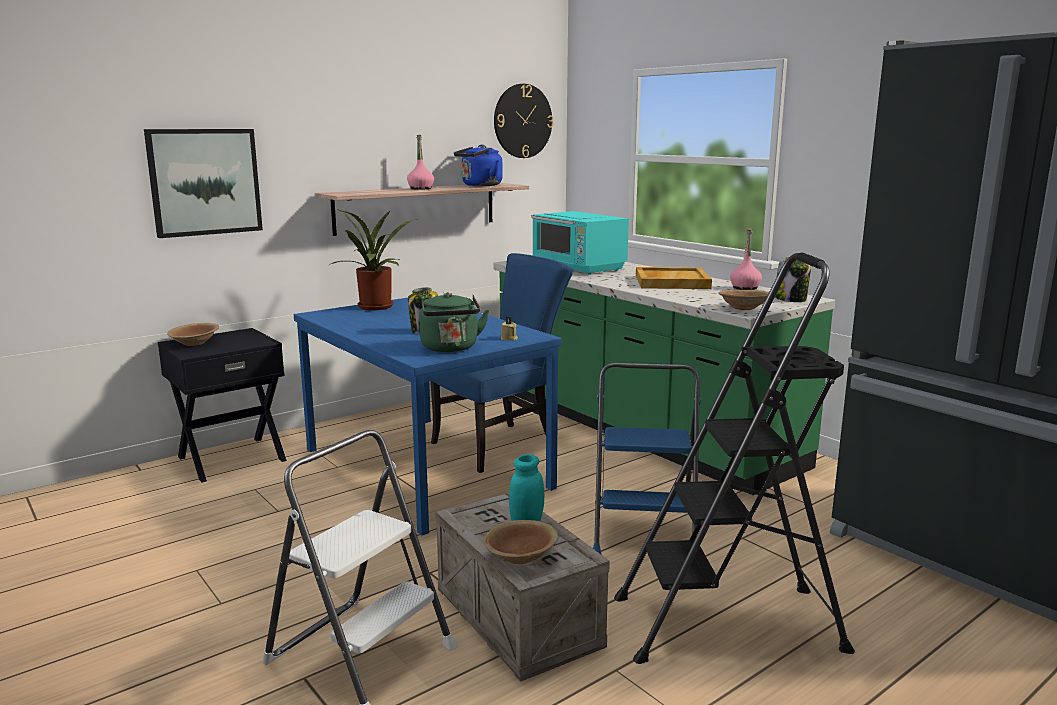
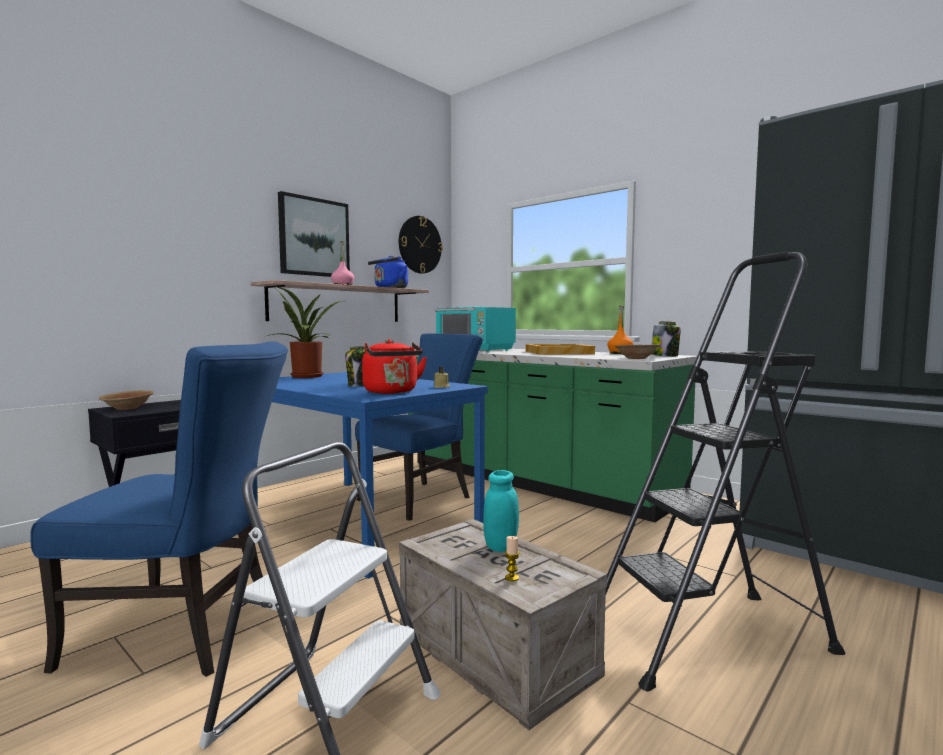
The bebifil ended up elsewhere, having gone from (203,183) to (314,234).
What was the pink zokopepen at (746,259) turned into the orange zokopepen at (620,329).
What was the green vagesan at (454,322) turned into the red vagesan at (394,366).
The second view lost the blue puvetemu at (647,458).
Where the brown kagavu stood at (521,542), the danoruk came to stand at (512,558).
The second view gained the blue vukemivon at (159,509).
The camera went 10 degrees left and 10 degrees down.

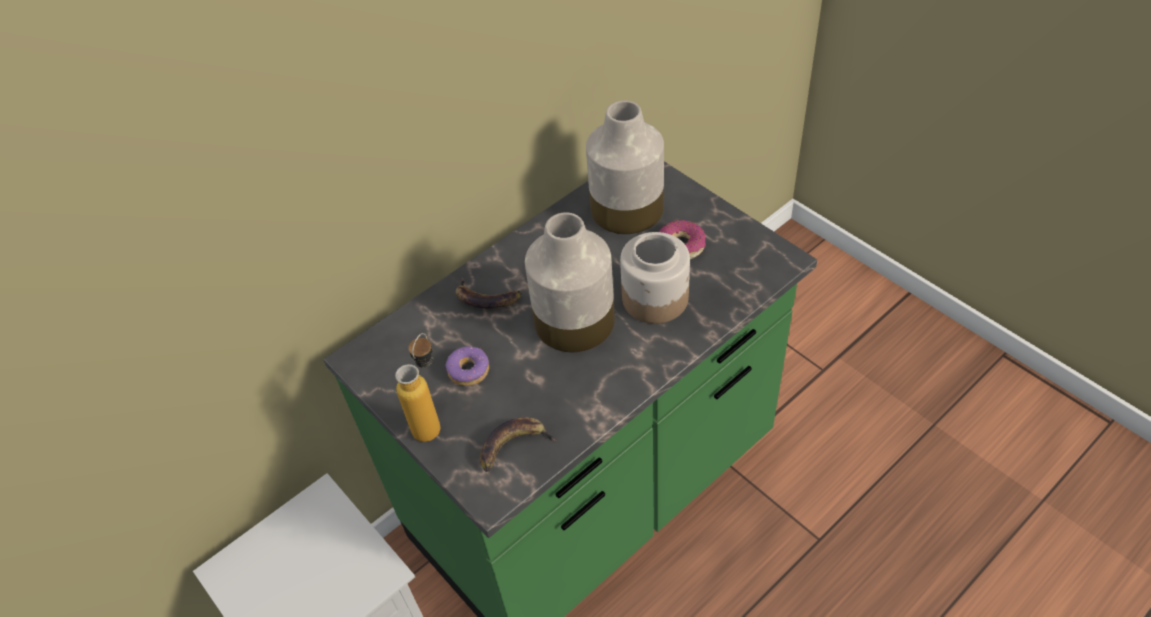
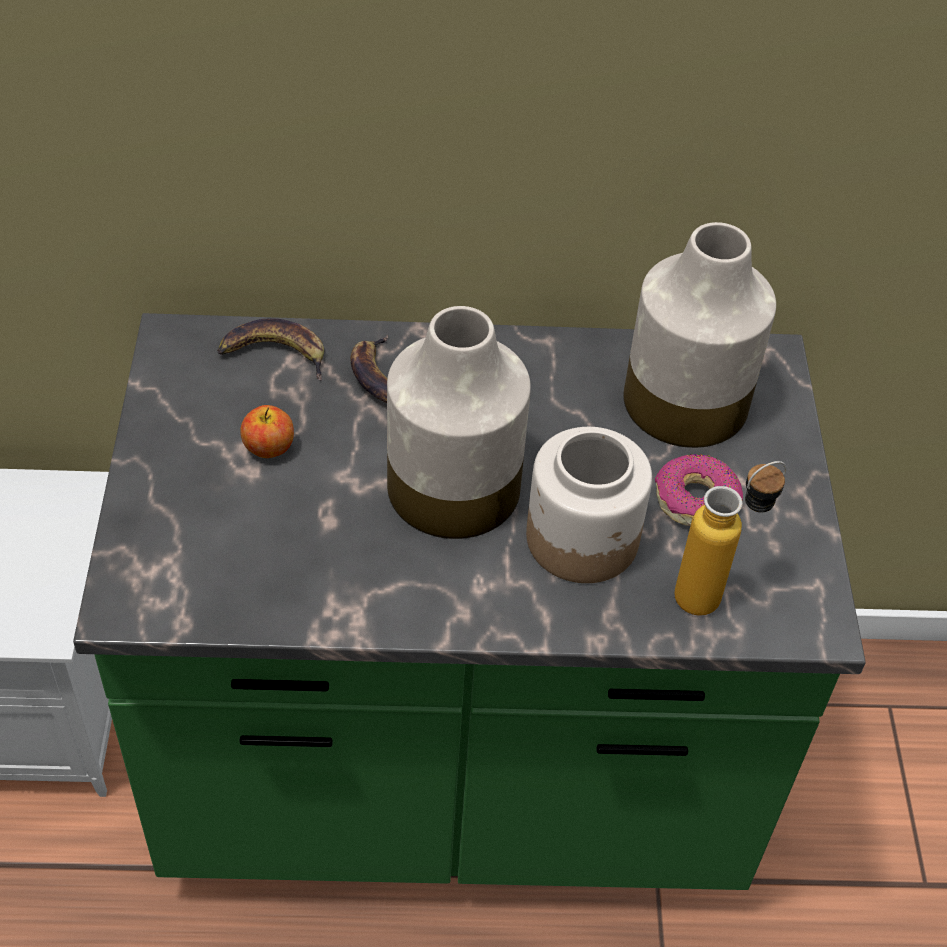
The zokopepen ended up elsewhere, having gone from (417,387) to (730,538).
Where the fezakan stood at (467,366), the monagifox came to stand at (267,431).
The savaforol ended up elsewhere, having gone from (519,444) to (270,349).
The camera went 35 degrees right and 0 degrees up.

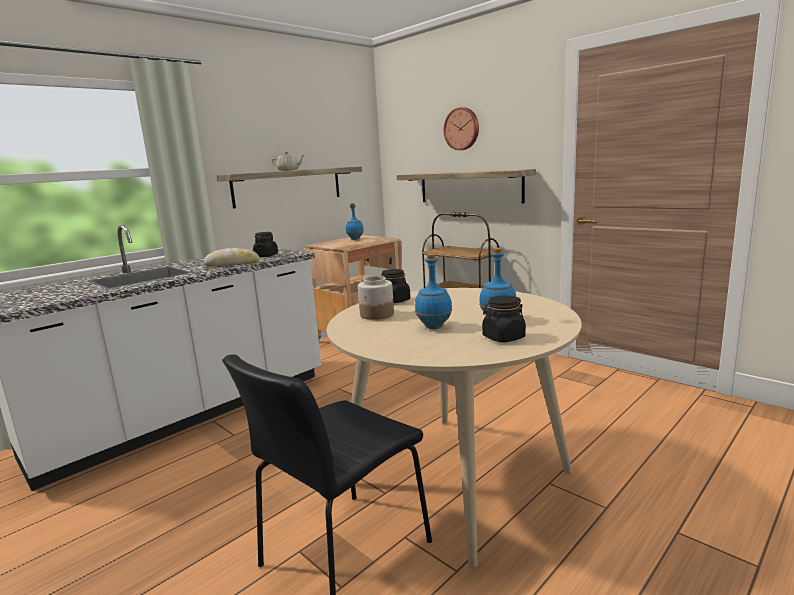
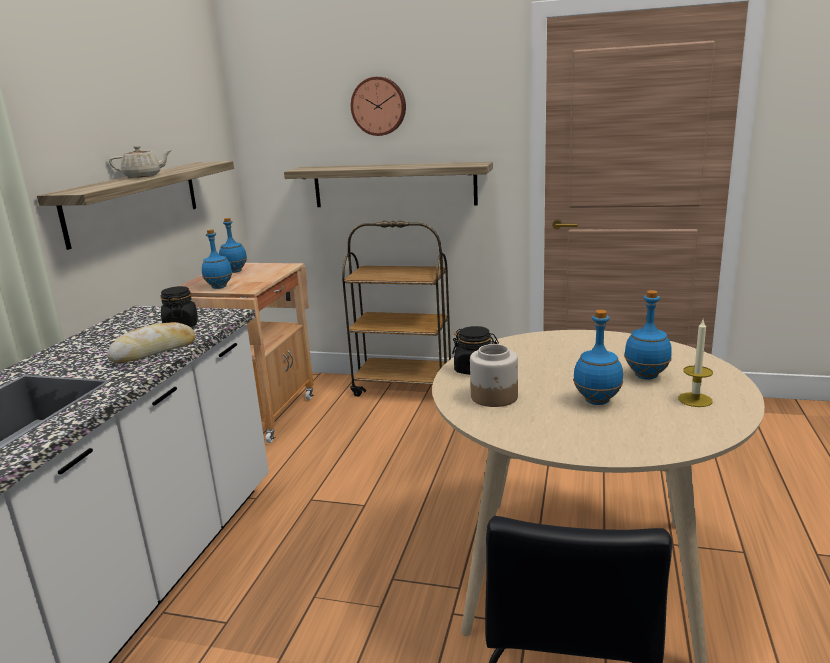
Where the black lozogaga stood at (504,318), the danoruk came to stand at (695,363).
The second view gained the blue zokopepen at (217,259).
The camera went 30 degrees left and 5 degrees up.

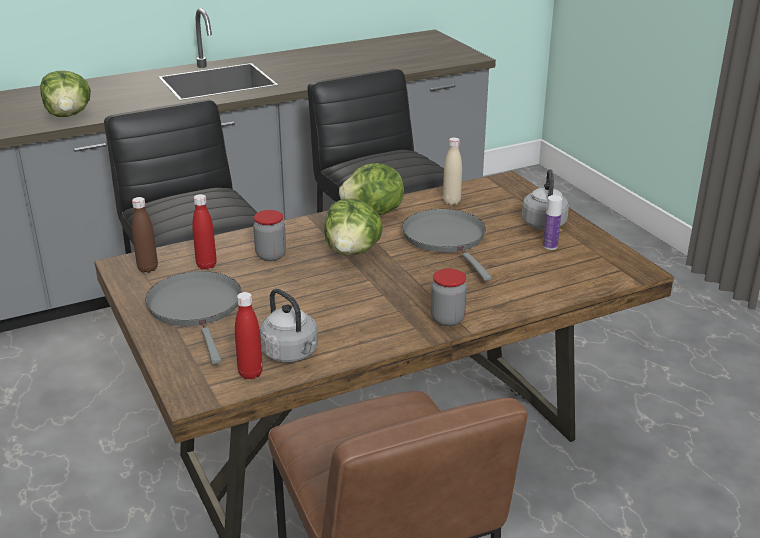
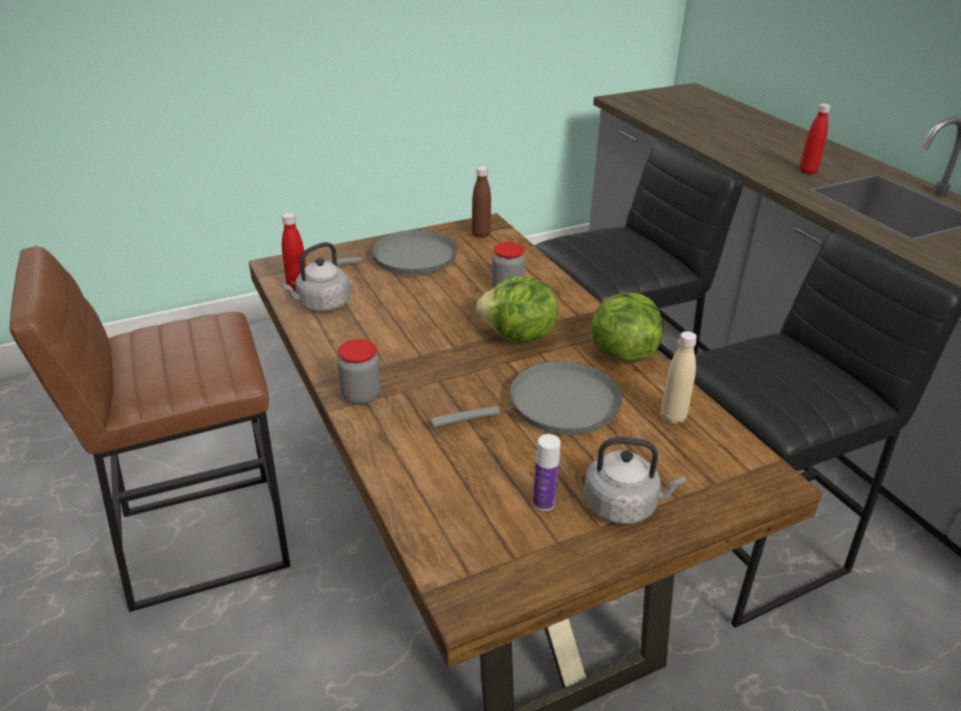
The second view lost the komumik at (65,94).
The red zokopepen ended up elsewhere, having gone from (204,232) to (815,139).
The camera went 90 degrees right and 5 degrees up.

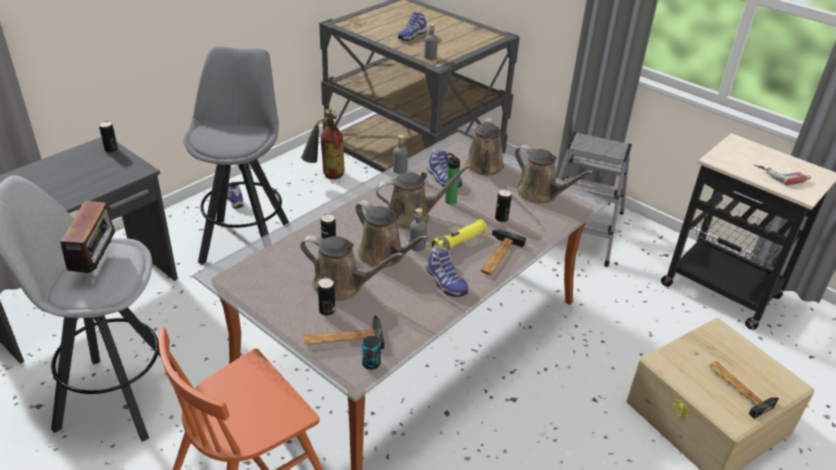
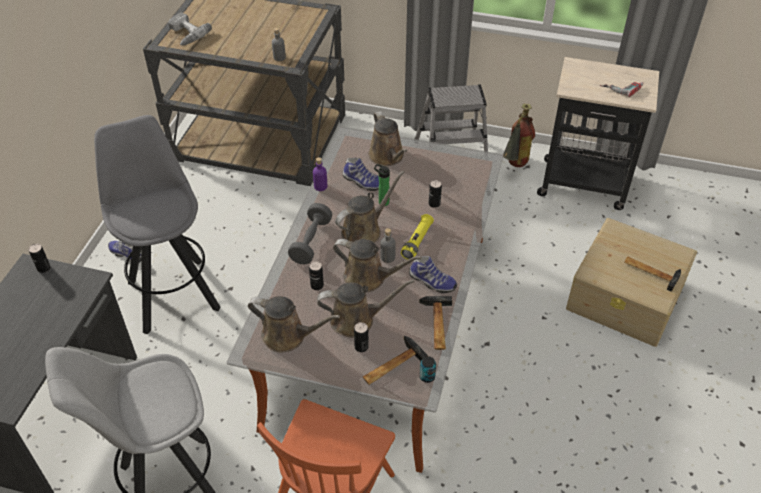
The second view lost the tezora at (412,26).
The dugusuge ended up elsewhere, having gone from (323,144) to (519,135).
What was the grey zokopepen at (400,154) turned into the purple zokopepen at (320,174).
The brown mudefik ended up elsewhere, having gone from (554,174) to (294,324).
The second view lost the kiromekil at (86,240).
The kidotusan ended up elsewhere, having gone from (503,252) to (435,323).
The second view gained the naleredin at (190,28).
The second view gained the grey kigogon at (310,233).
The camera went 25 degrees left and 10 degrees up.

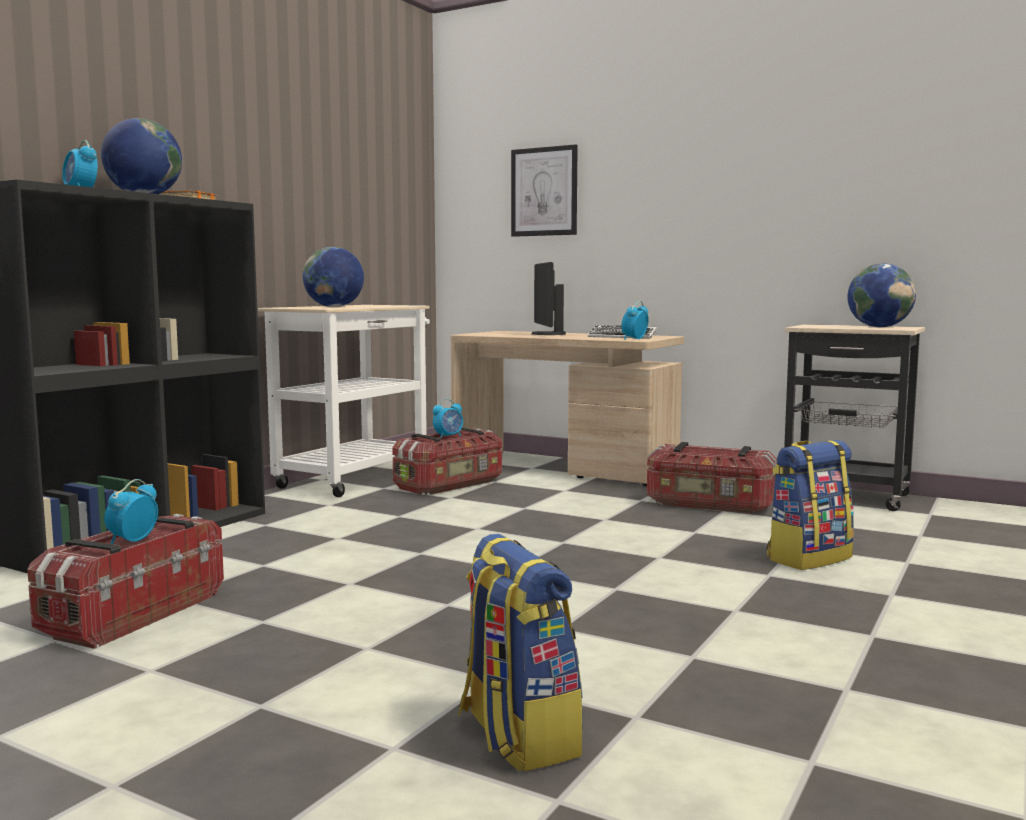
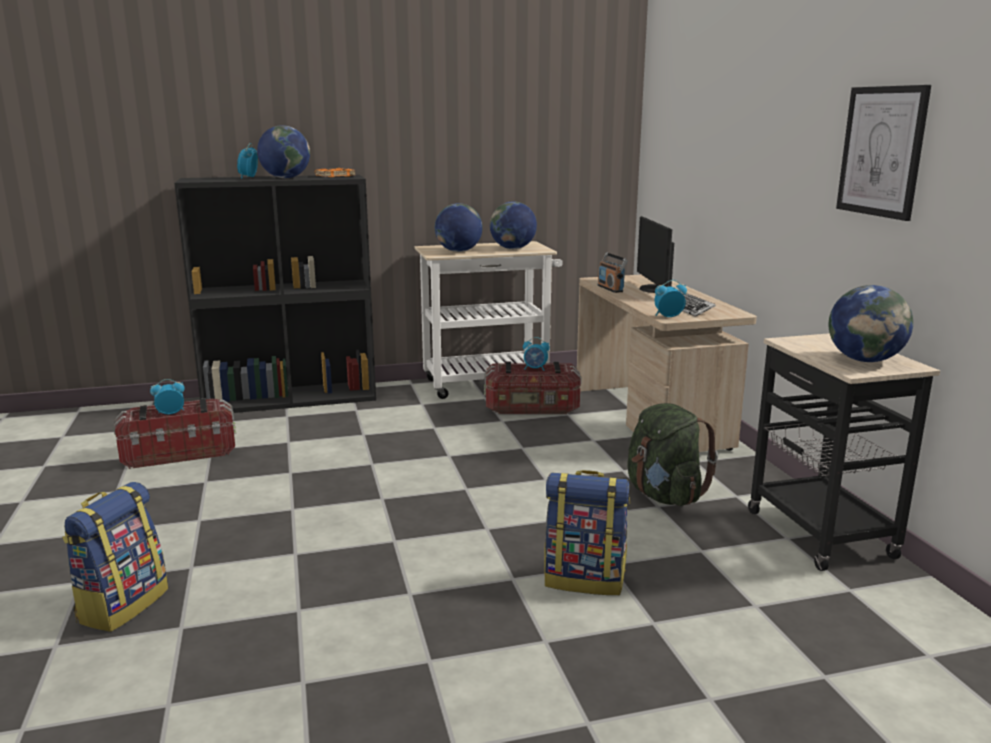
The bebifil ended up elsewhere, having gone from (544,190) to (883,153).
The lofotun at (549,298) ended up facing another way, 45 degrees counterclockwise from before.
Where the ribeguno stood at (712,478), the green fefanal came to stand at (672,454).
The second view gained the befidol at (513,225).
The second view gained the kiromekil at (613,273).
The camera went 45 degrees right and 10 degrees up.

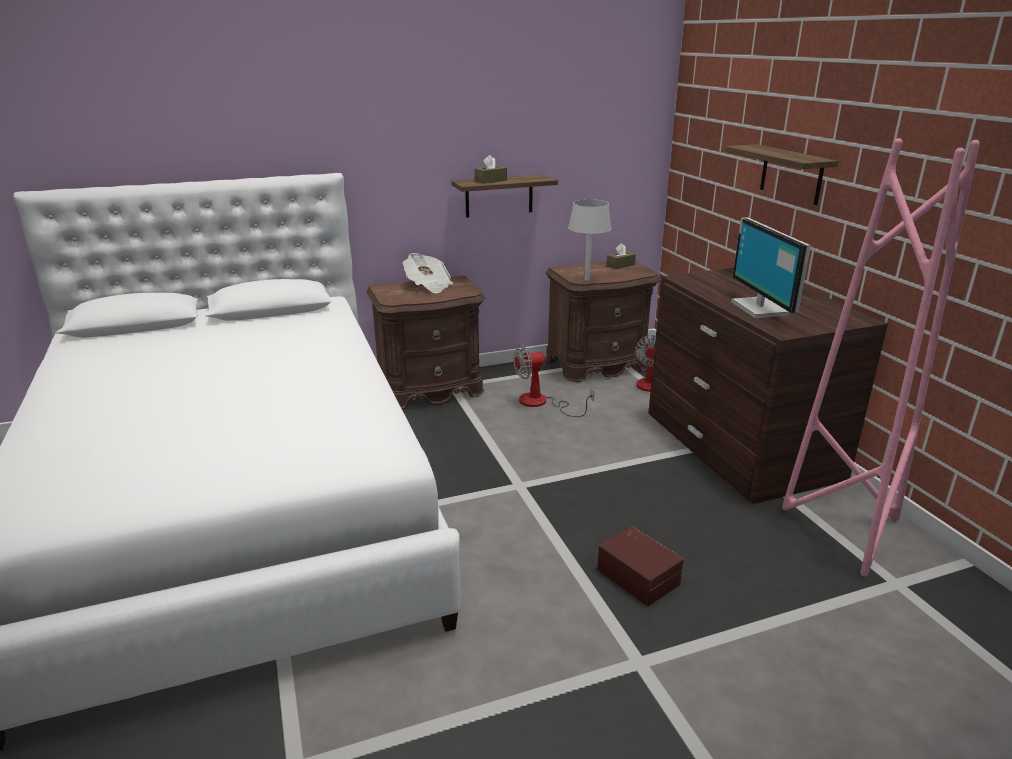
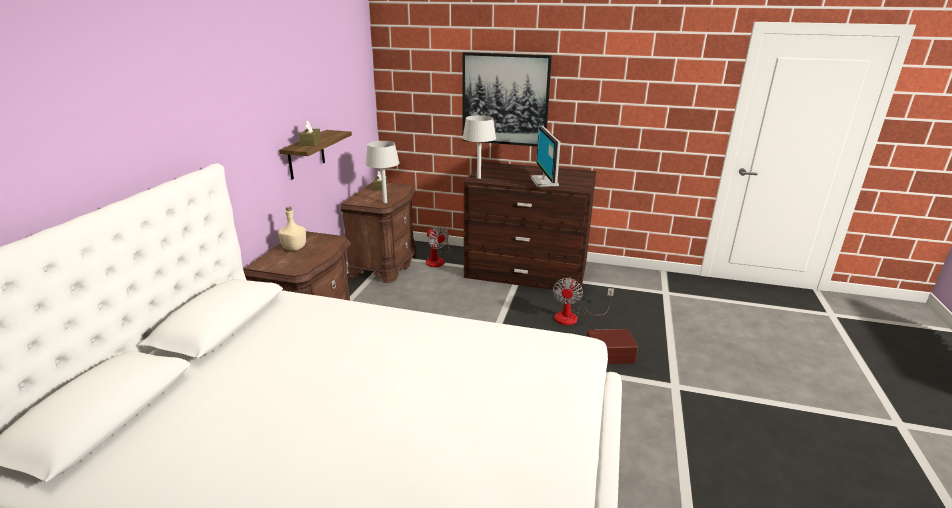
The second view lost the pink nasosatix at (881,357).
Where the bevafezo hung at (782,174), the bebifil came to hang at (507,99).
The lofotun at (771,267) ended up facing another way, 60 degrees clockwise from before.
Where the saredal stood at (428,273), the beige zokopepen came to stand at (292,228).
The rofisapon ended up elsewhere, having gone from (553,381) to (583,301).
The second view gained the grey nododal at (479,147).
The camera went 55 degrees left and 0 degrees up.

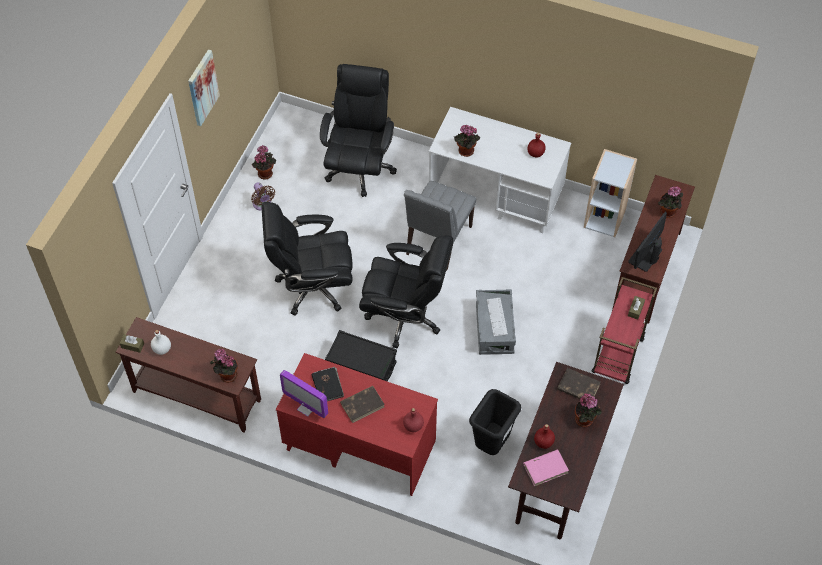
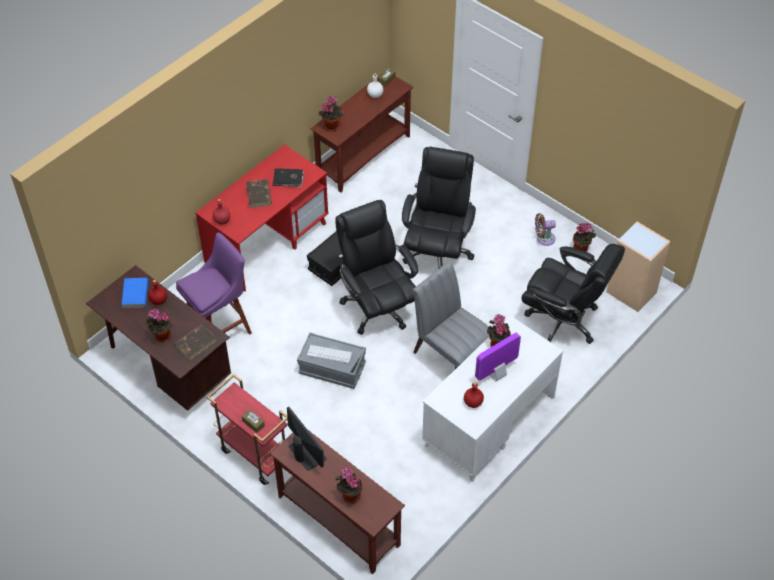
The second view lost the bebifil at (204,88).
The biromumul ended up elsewhere, having gone from (610,193) to (638,267).
The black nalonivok at (406,291) ended up facing another way, 120 degrees clockwise from before.
The lofotun ended up elsewhere, having gone from (304,394) to (498,357).
Where the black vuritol stood at (495,422), the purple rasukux came to stand at (214,284).
What was the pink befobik at (546,467) turned into the blue befobik at (135,293).
The camera went 110 degrees right and 5 degrees down.

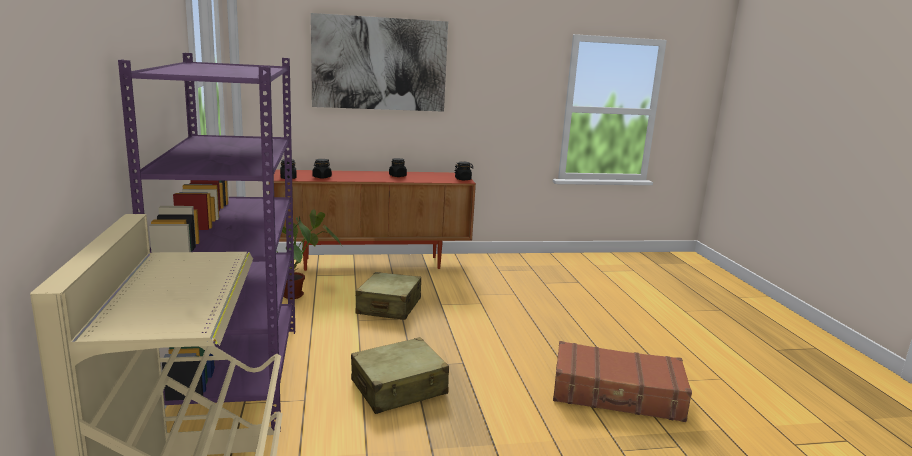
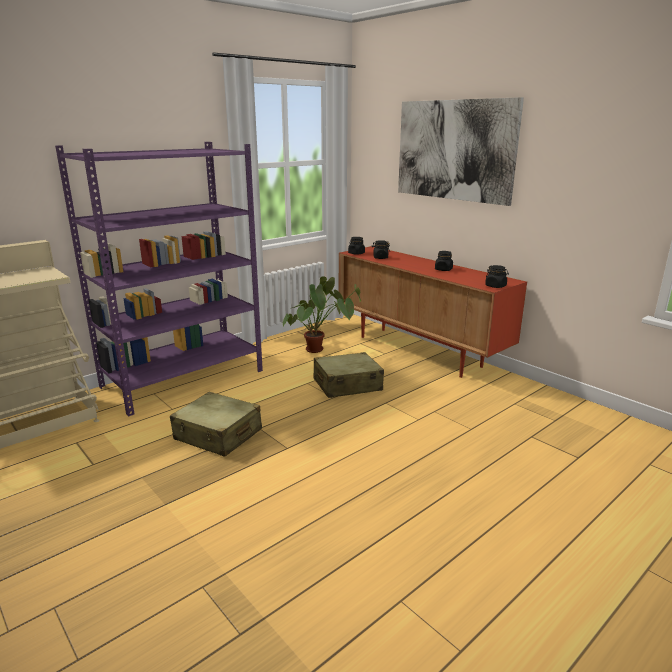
The second view lost the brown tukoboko at (622,381).
The camera went 60 degrees right and 5 degrees up.

